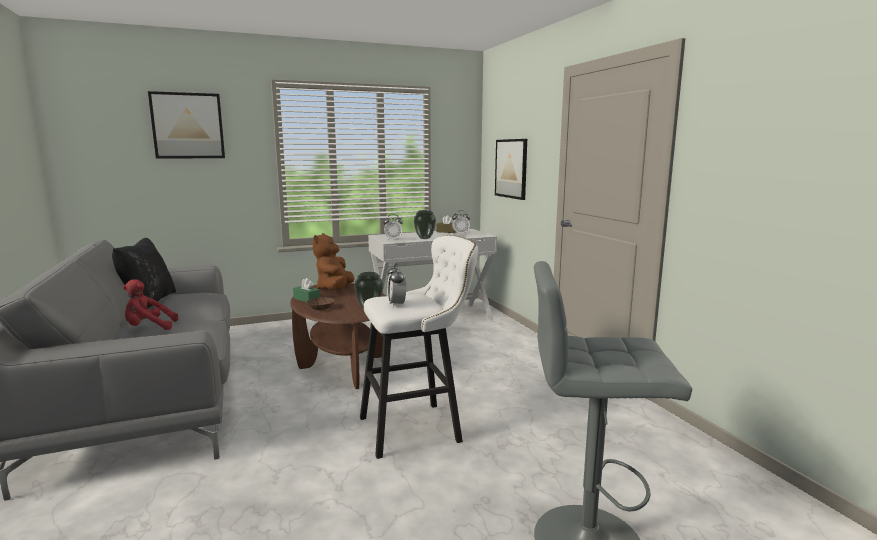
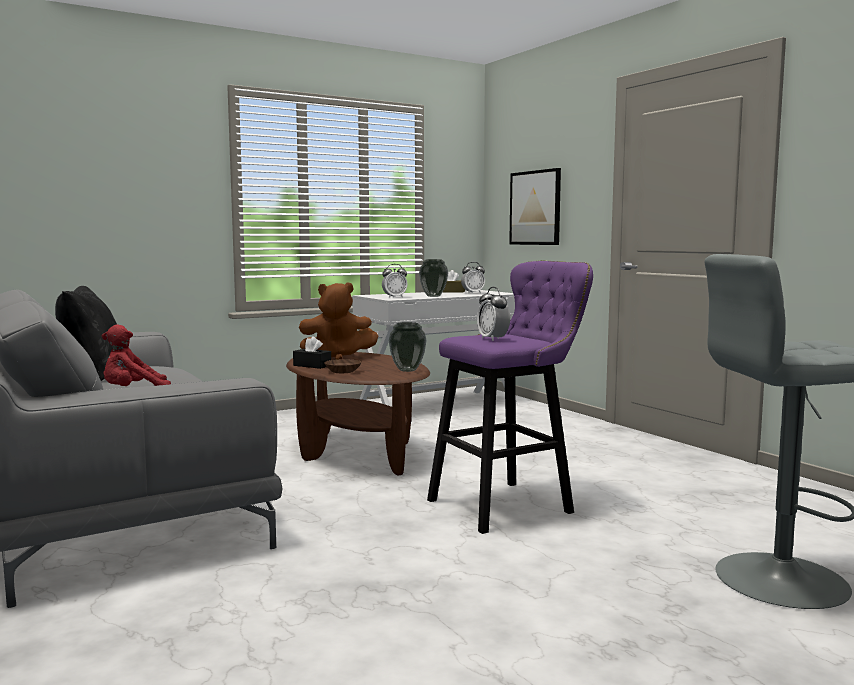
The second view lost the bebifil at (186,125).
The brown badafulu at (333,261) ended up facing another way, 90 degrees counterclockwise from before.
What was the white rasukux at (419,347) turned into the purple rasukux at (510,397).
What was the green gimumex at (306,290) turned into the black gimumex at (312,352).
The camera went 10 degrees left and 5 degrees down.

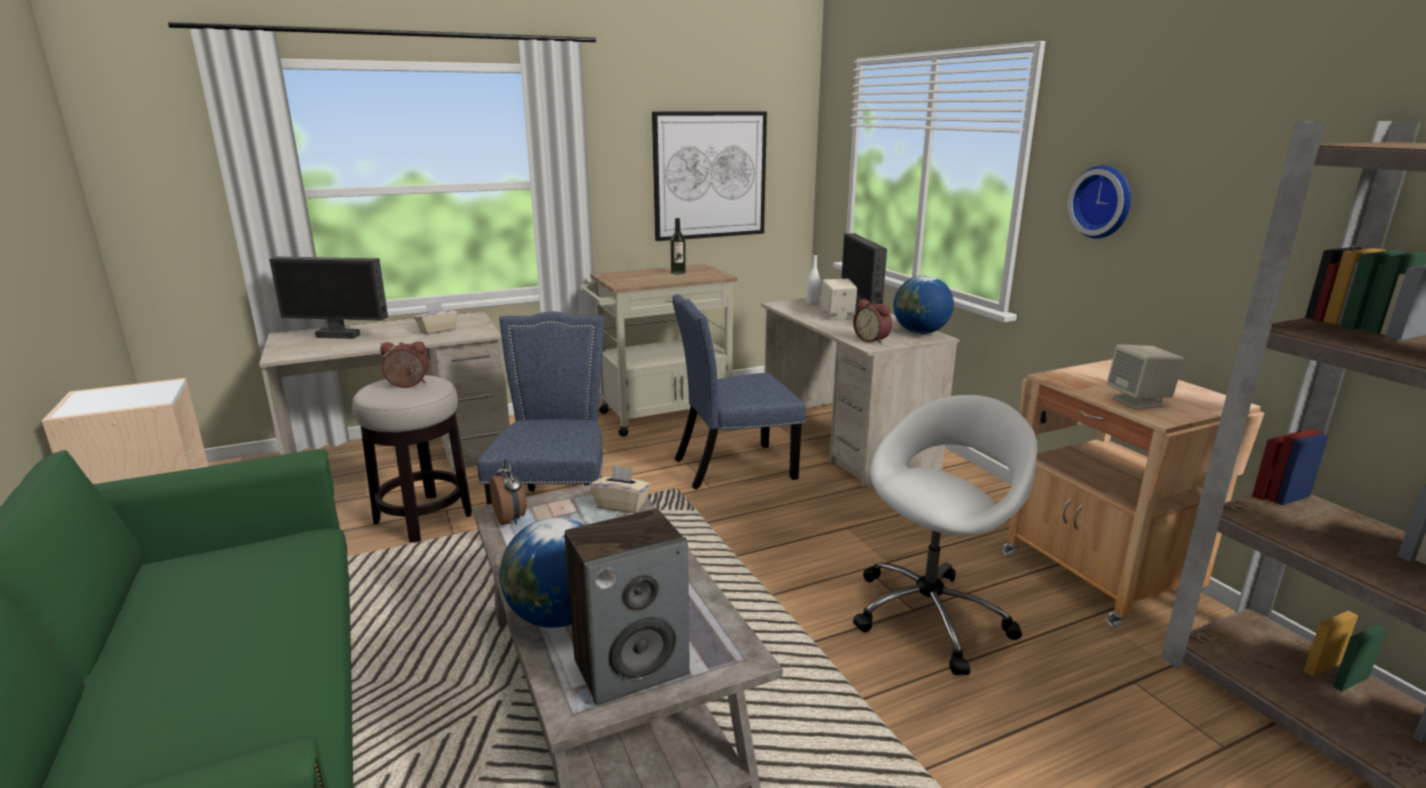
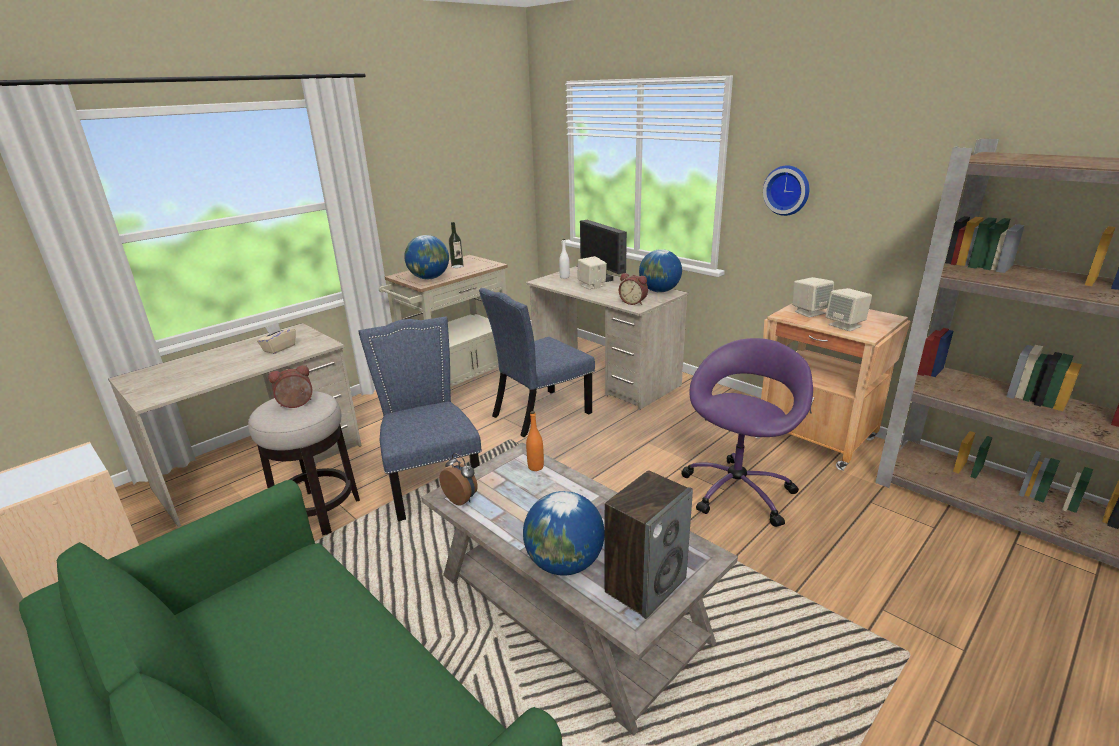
The second view lost the bebifil at (709,176).
The second view lost the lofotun at (328,298).
What was the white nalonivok at (945,535) turned into the purple nalonivok at (747,432).
Where the beige gimumex stood at (620,489), the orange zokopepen came to stand at (535,441).
The second view gained the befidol at (426,257).
The second view gained the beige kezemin at (813,297).
The camera went 20 degrees left and 5 degrees up.

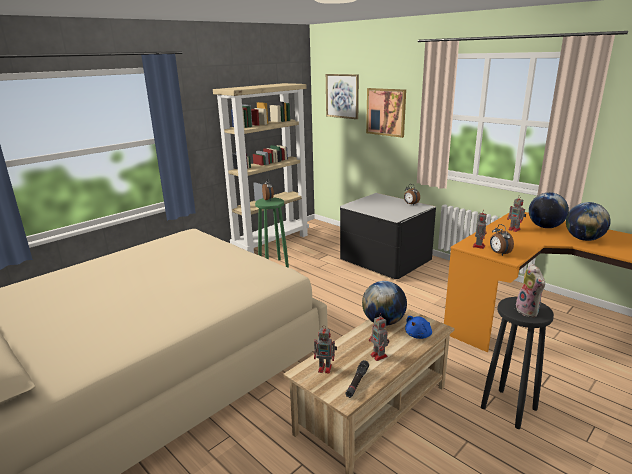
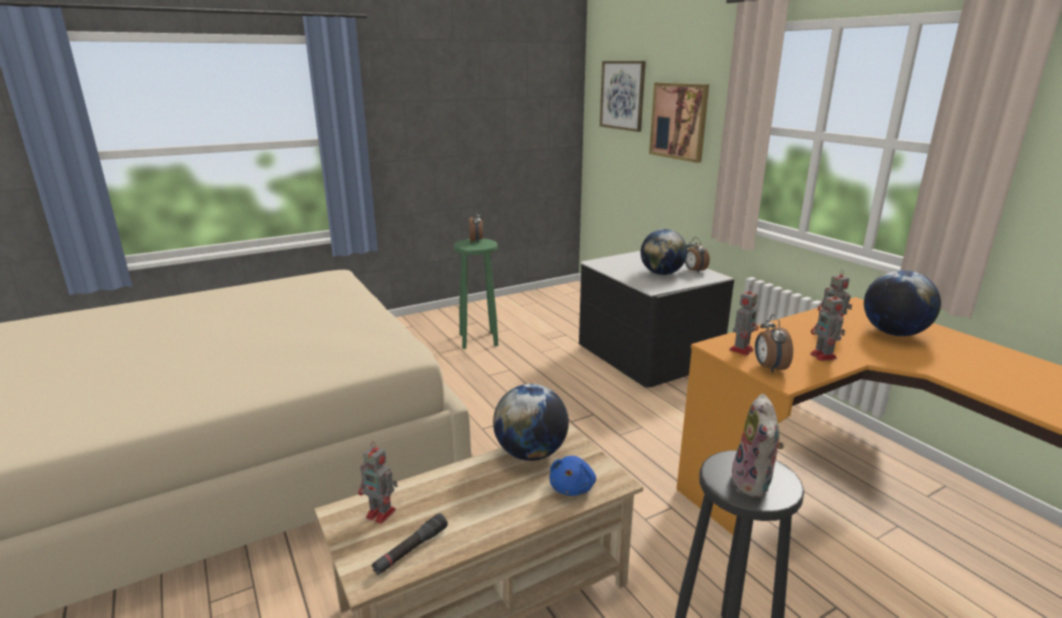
The second view lost the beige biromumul at (261,168).
The befidol ended up elsewhere, having gone from (588,221) to (664,252).
The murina ended up elsewhere, having gone from (379,337) to (827,325).
The blue badafulu at (418,327) ended up facing another way, 45 degrees counterclockwise from before.
The camera went 15 degrees right and 0 degrees up.

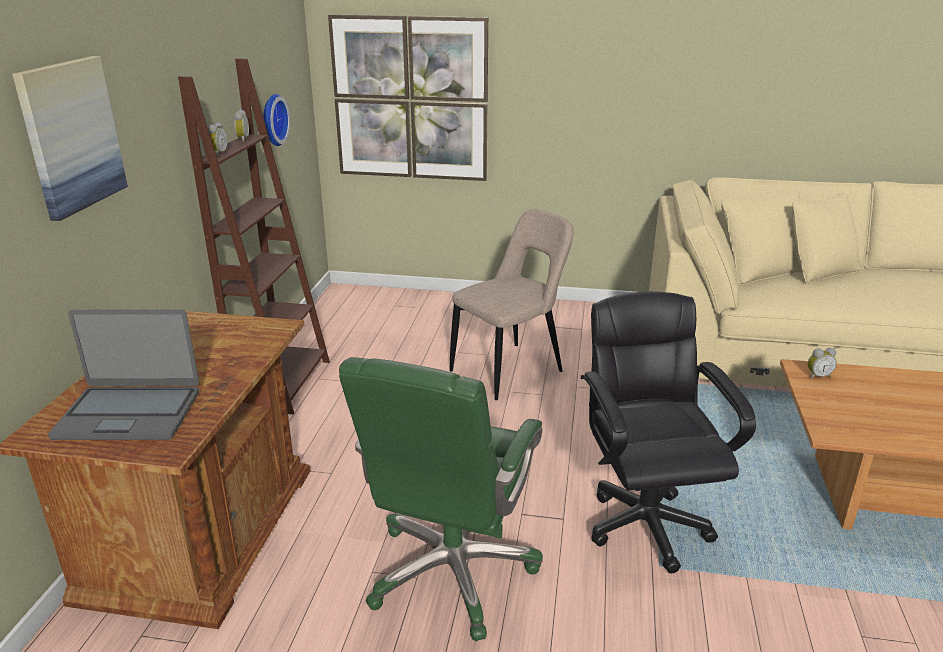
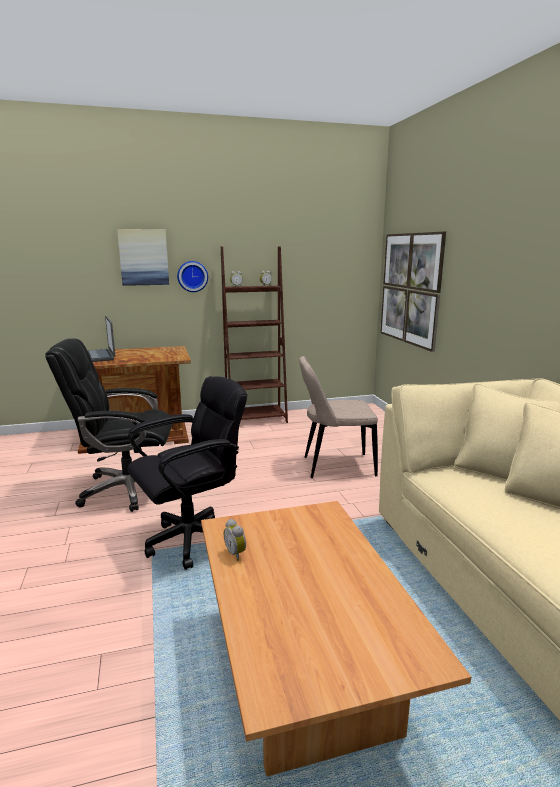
The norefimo ended up elsewhere, having gone from (276,120) to (192,276).
The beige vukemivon at (511,304) ended up facing another way, 150 degrees clockwise from before.
The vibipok ended up elsewhere, having gone from (822,363) to (235,540).
What was the green nalonivok at (441,499) turned into the black nalonivok at (108,425).
The camera went 65 degrees right and 10 degrees down.

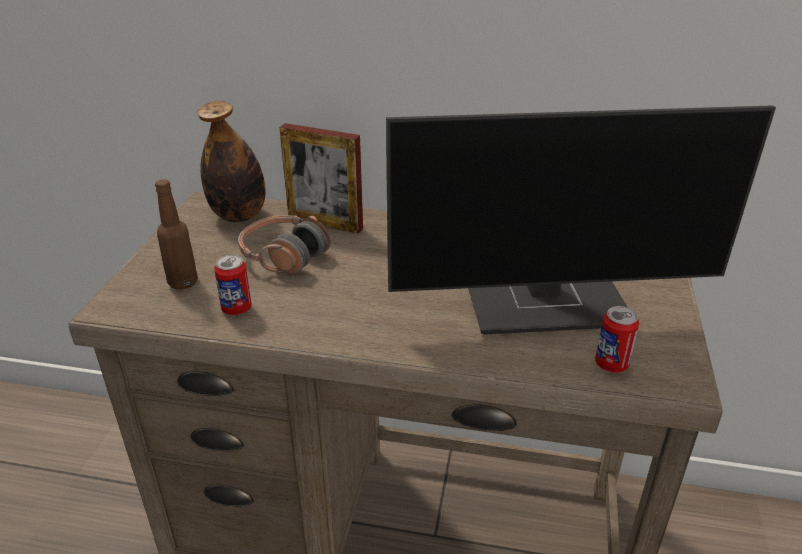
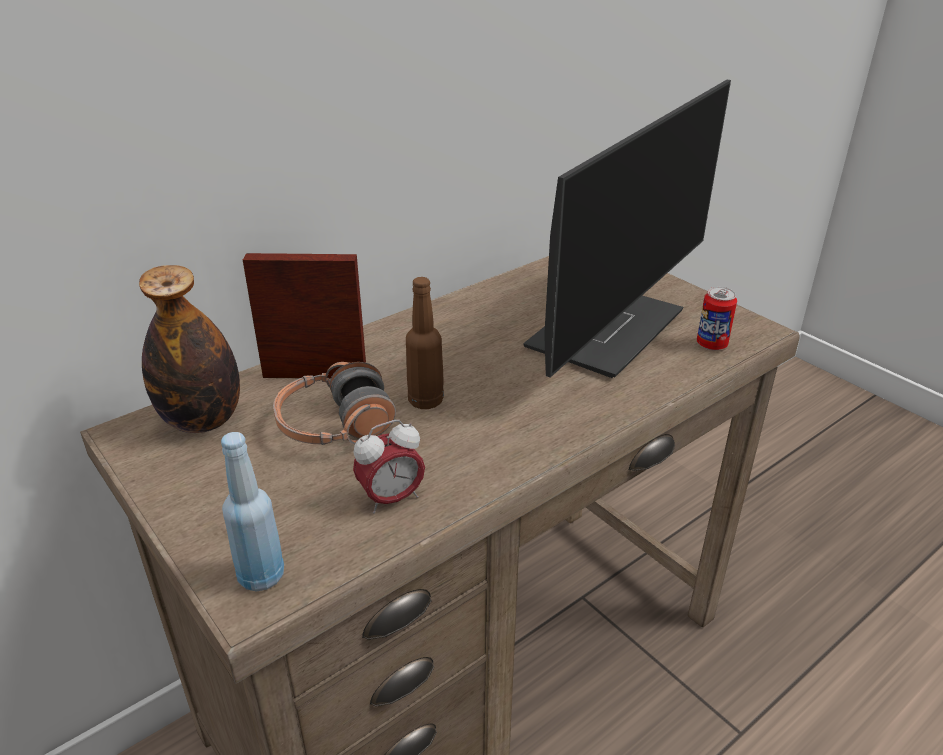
The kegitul at (321,178) ended up facing another way, 150 degrees counterclockwise from before.
The brown zokopepen ended up elsewhere, having gone from (176,234) to (425,343).
Where the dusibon stood at (233,285), the vibipok came to stand at (389,466).
The second view gained the blue zokopepen at (252,512).
The camera went 50 degrees left and 0 degrees up.

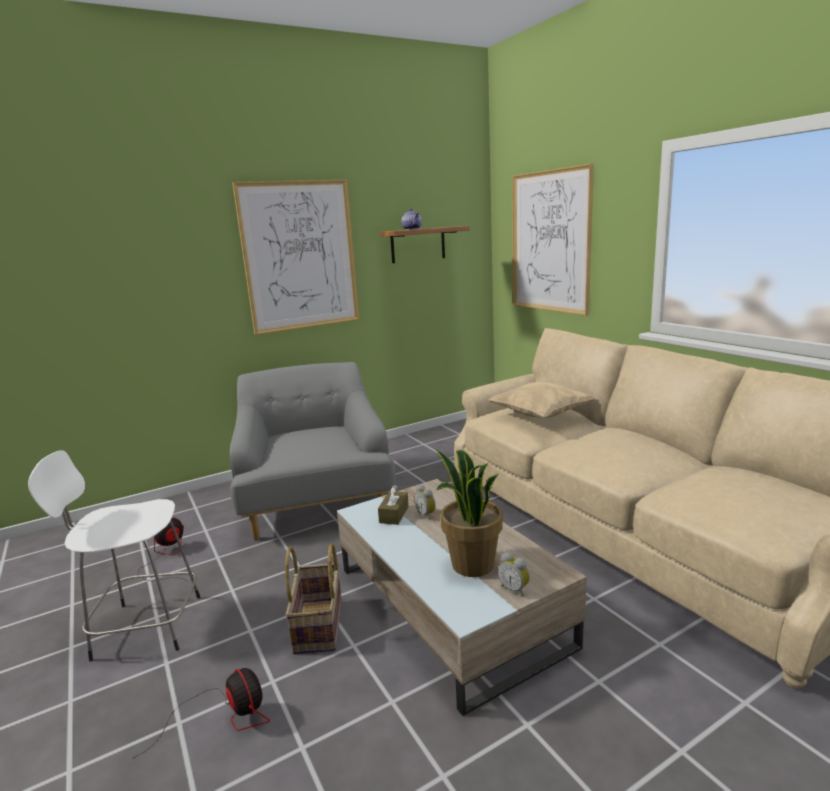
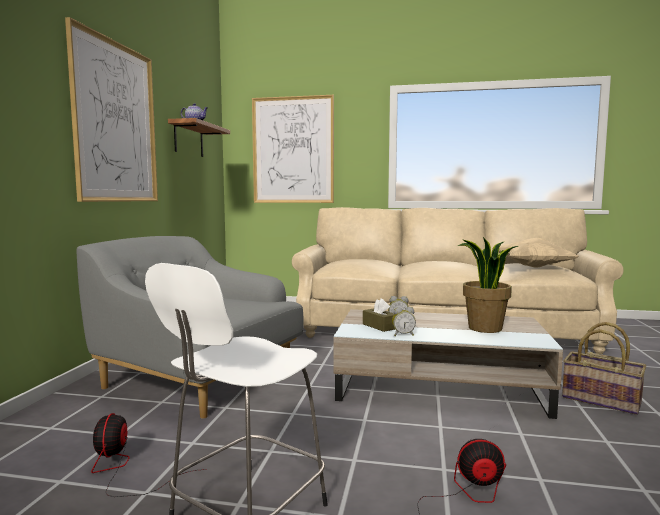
The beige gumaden ended up elsewhere, having gone from (542,400) to (538,253).
The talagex ended up elsewhere, having gone from (313,598) to (604,368).
The vibipok ended up elsewhere, having gone from (514,574) to (404,321).
The camera went 50 degrees left and 10 degrees down.

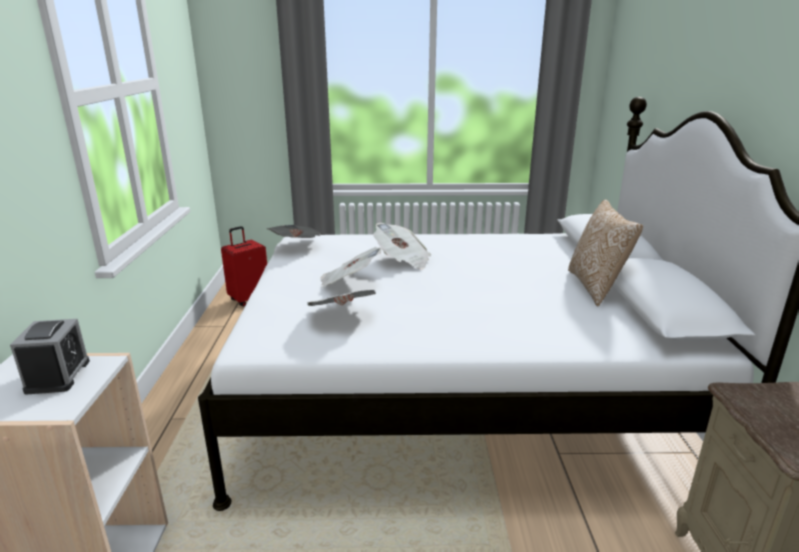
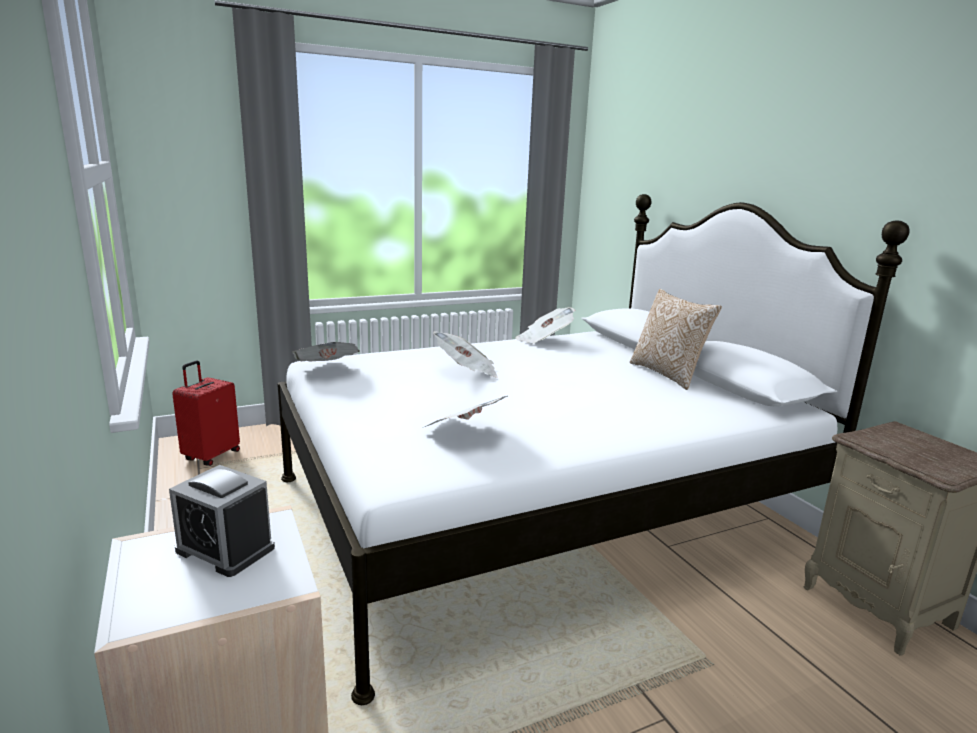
The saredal ended up elsewhere, having gone from (351,267) to (545,325).
The vibipok at (50,357) ended up facing another way, 150 degrees clockwise from before.
The camera went 25 degrees left and 5 degrees down.

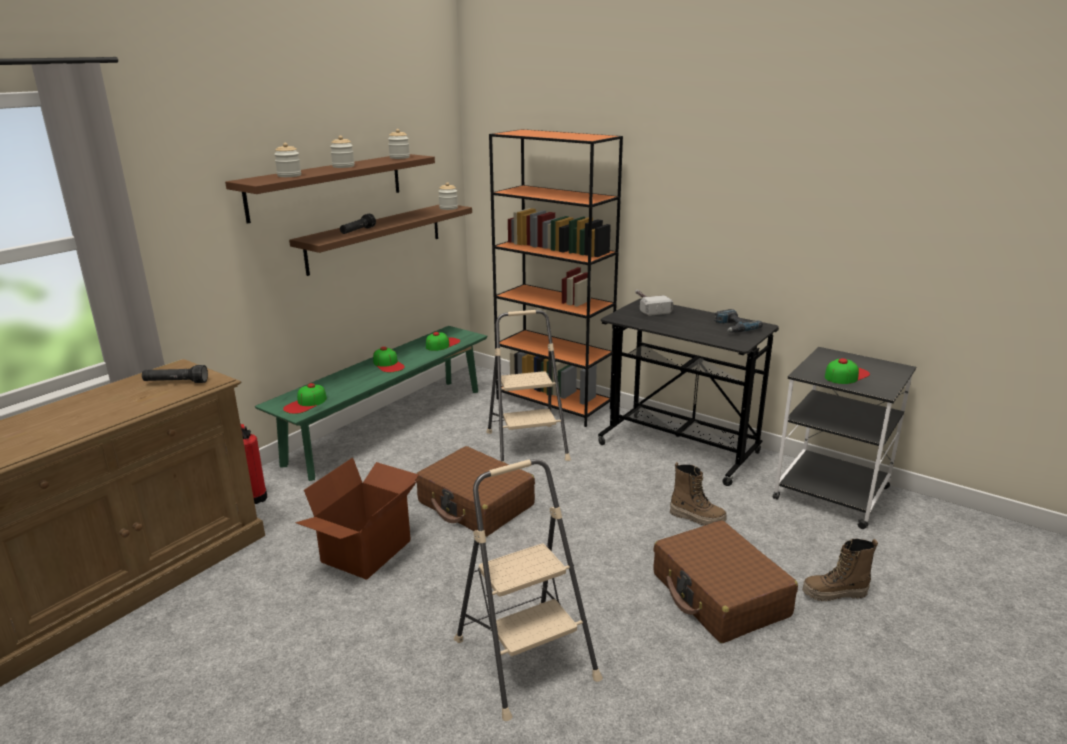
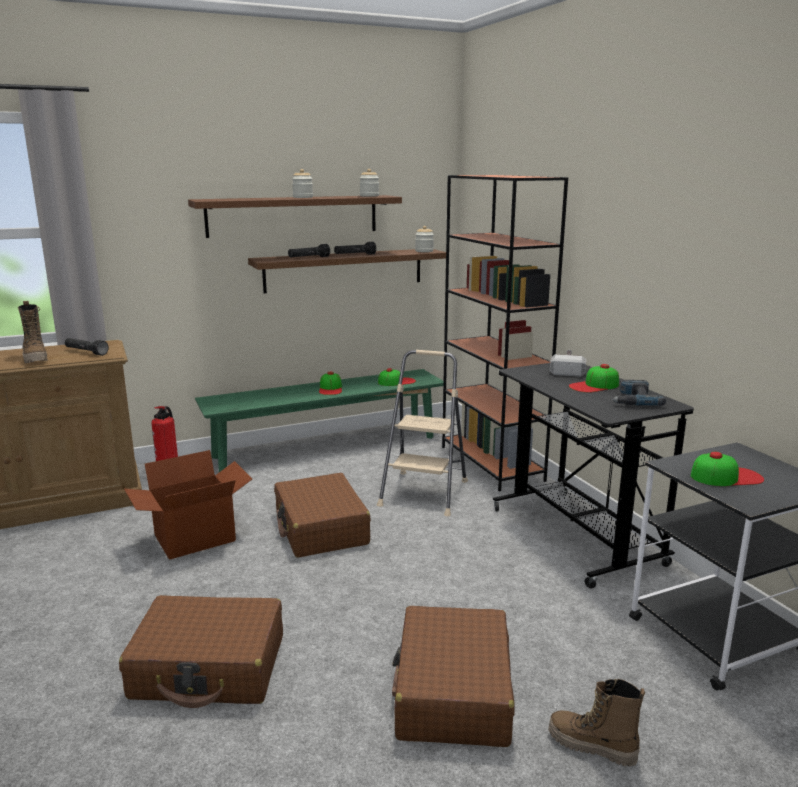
The second view lost the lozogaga at (287,160).
The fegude ended up elsewhere, having gone from (305,398) to (594,378).
Where the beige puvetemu stood at (528,590), the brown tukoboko came to stand at (201,651).
The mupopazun ended up elsewhere, having gone from (698,494) to (33,332).
The second view gained the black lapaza at (355,248).
The camera went 30 degrees right and 5 degrees down.

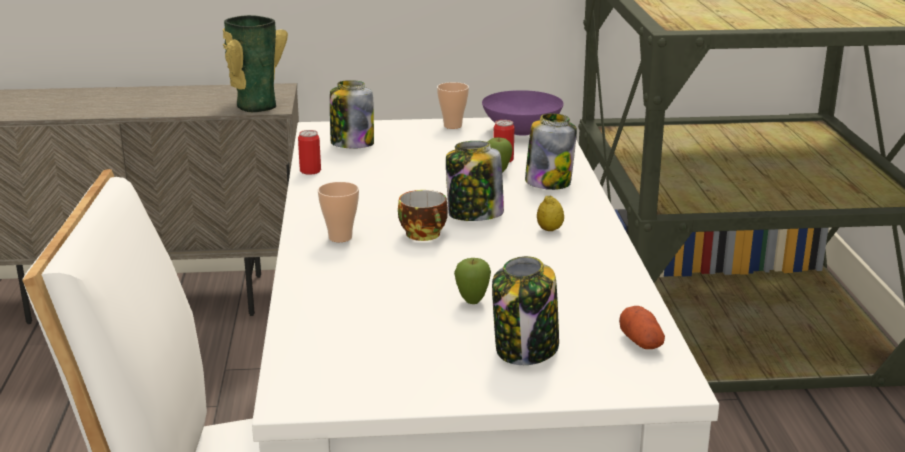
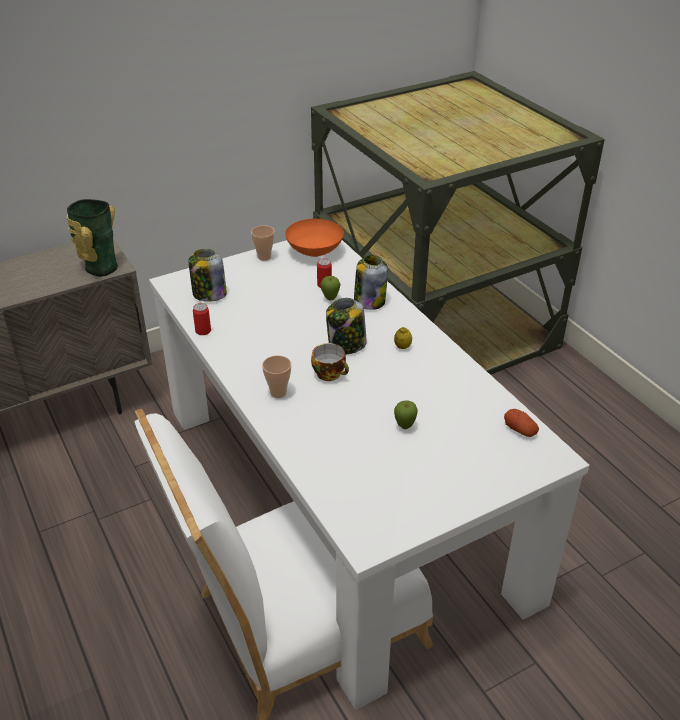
What was the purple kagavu at (523,113) turned into the orange kagavu at (314,238).
The second view lost the lozogaga at (525,310).
The camera went 25 degrees left and 15 degrees up.

